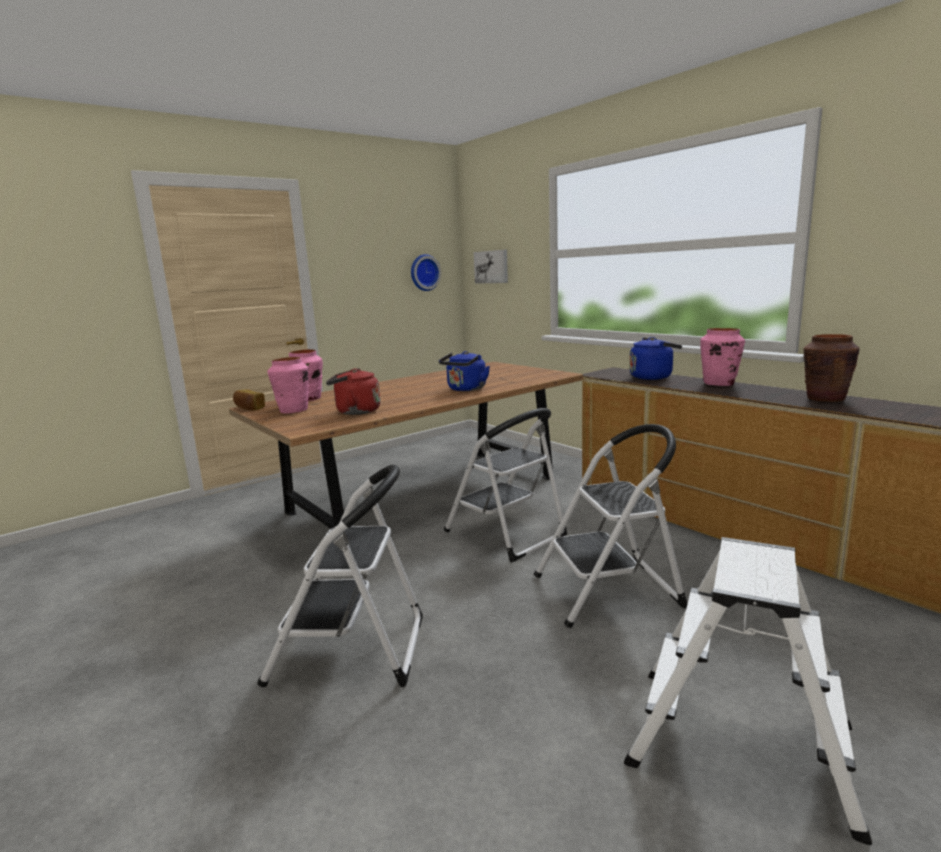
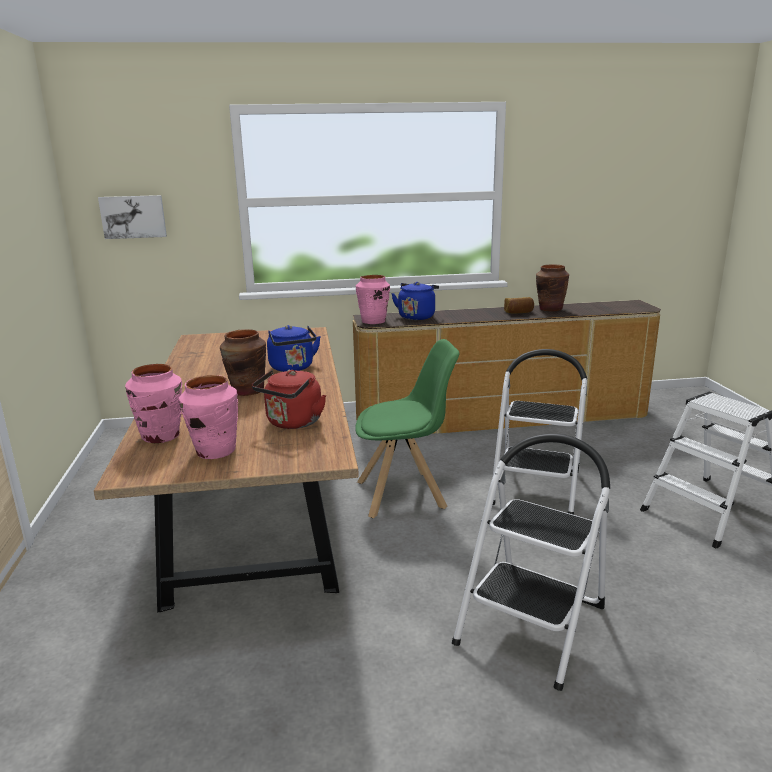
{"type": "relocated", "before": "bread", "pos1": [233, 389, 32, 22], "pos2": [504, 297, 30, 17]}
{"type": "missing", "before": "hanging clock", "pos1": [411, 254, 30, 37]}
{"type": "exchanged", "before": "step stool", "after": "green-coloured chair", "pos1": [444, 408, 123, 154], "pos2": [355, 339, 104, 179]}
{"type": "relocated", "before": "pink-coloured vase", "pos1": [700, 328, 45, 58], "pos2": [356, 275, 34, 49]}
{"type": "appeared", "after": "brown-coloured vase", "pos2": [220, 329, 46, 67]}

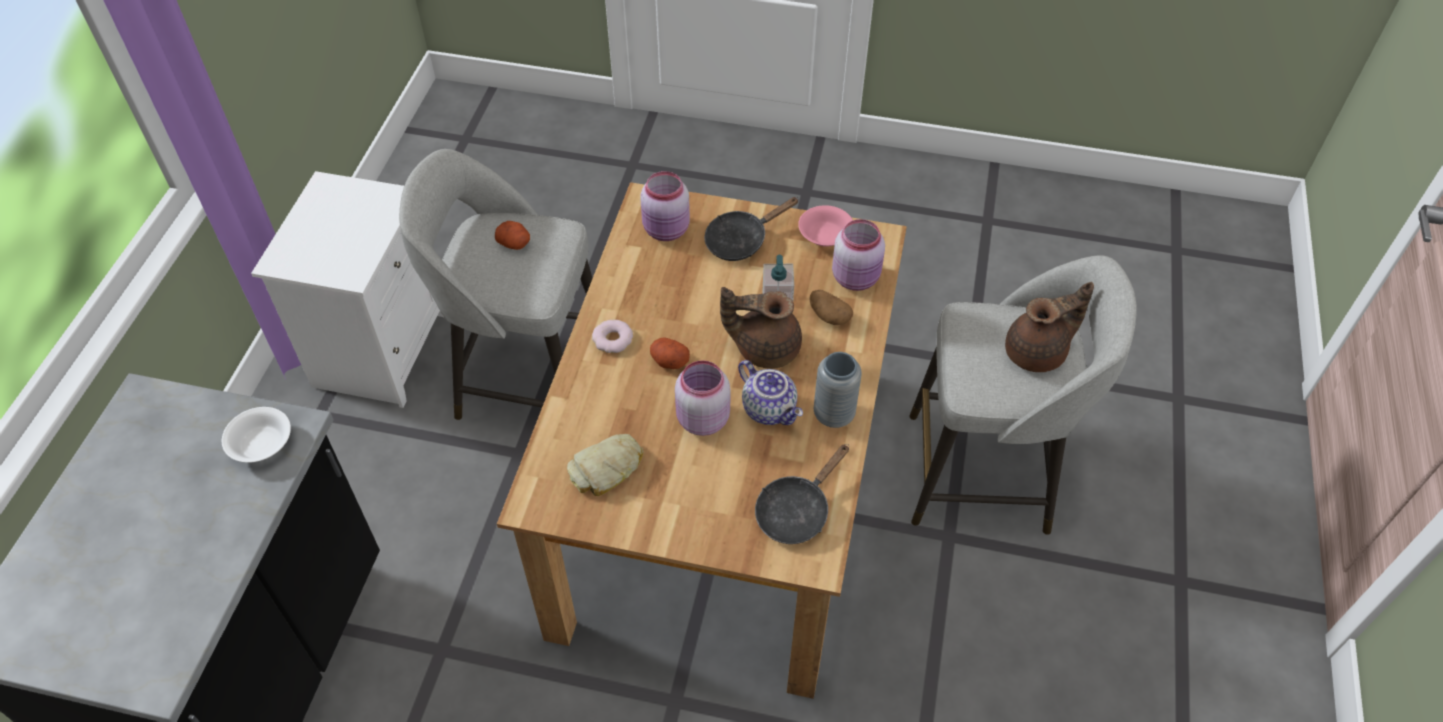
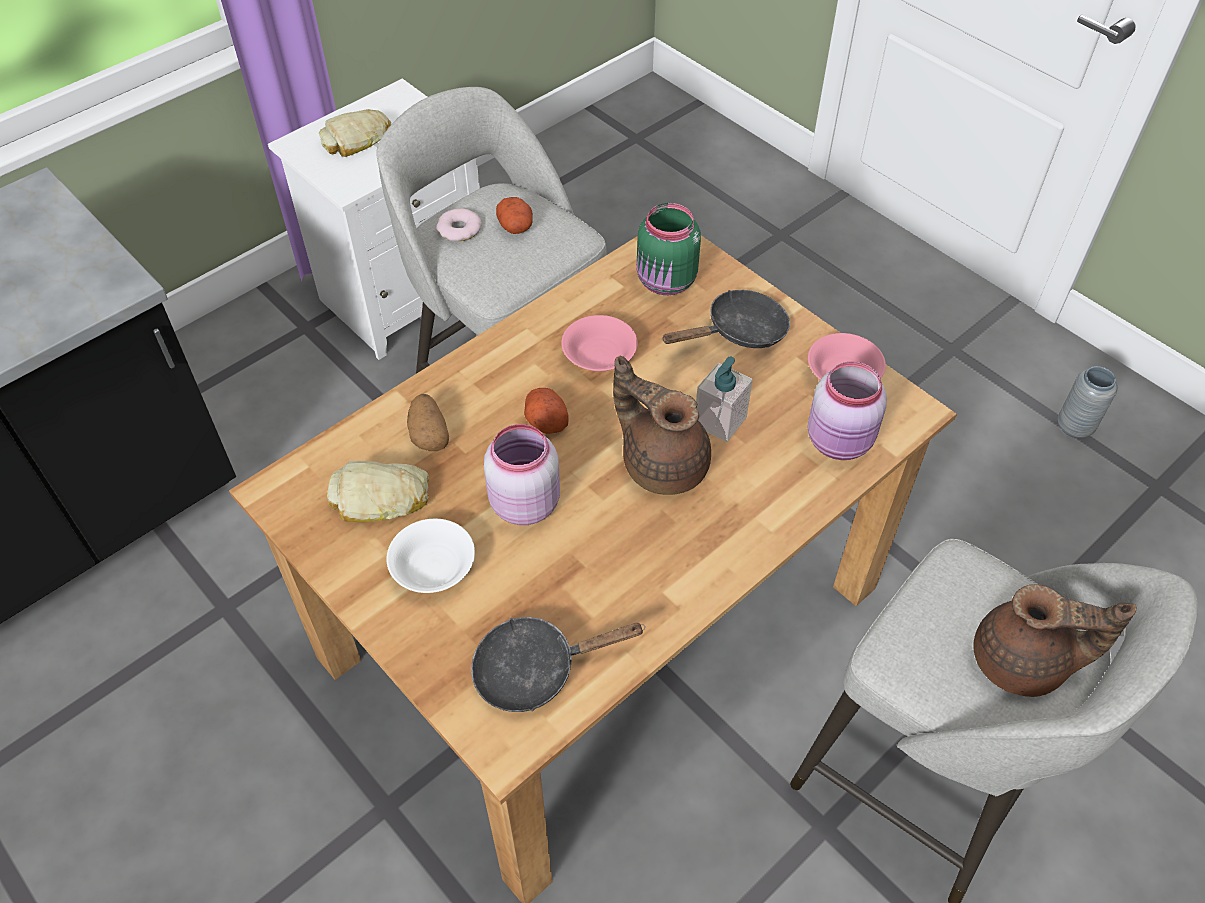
{"type": "relocated", "before": "whitish deep dish", "pos1": [222, 407, 69, 56], "pos2": [386, 519, 89, 74]}
{"type": "relocated", "before": "doughnut", "pos1": [592, 320, 41, 33], "pos2": [436, 208, 46, 33]}
{"type": "colour", "before": "pink-coloured storage jar", "after": "green-coloured storage jar", "pos1": [640, 171, 50, 70], "pos2": [637, 203, 64, 92]}
{"type": "spun", "before": "black-coloured frying pan", "pos1": [704, 197, 95, 64], "pos2": [662, 290, 128, 58], "turn": 150}
{"type": "missing", "before": "tea pot", "pos1": [738, 360, 65, 65]}
{"type": "relocated", "before": "potato", "pos1": [809, 290, 44, 35], "pos2": [407, 394, 42, 57]}
{"type": "relocated", "before": "grey vase", "pos1": [814, 352, 48, 76], "pos2": [1058, 366, 60, 72]}
{"type": "appeared", "after": "bread", "pos2": [319, 109, 72, 48]}
{"type": "appeared", "after": "pink-coloured deep dish", "pos2": [561, 315, 77, 57]}

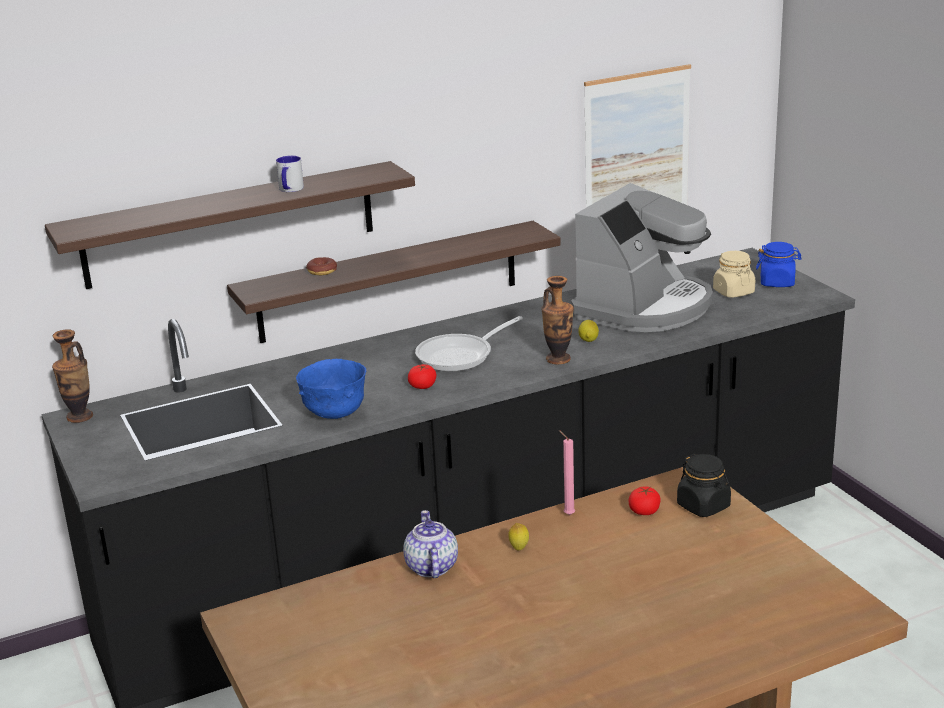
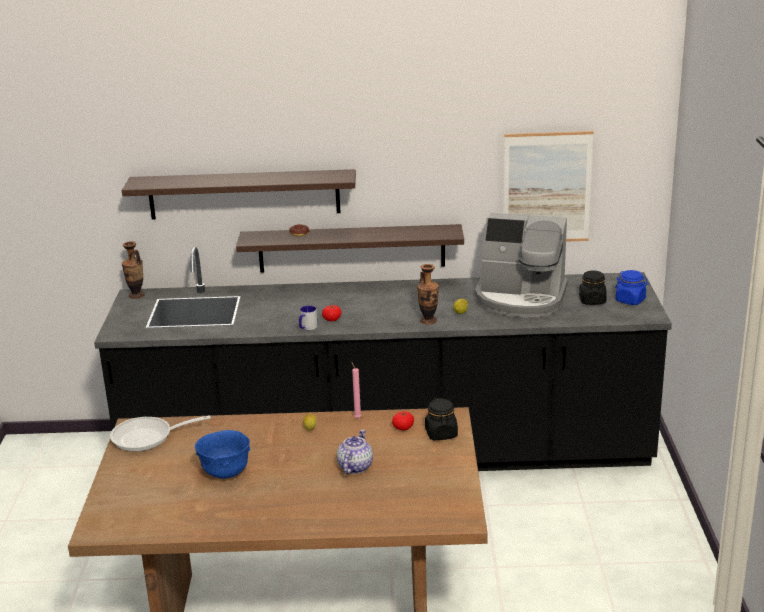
{"type": "relocated", "before": "coffee mug", "pos1": [276, 156, 28, 36], "pos2": [299, 305, 19, 25]}
{"type": "relocated", "before": "bluish deep dish", "pos1": [296, 359, 70, 60], "pos2": [195, 430, 55, 49]}
{"type": "relocated", "before": "tea pot", "pos1": [403, 510, 55, 68], "pos2": [337, 430, 36, 44]}
{"type": "relocated", "before": "frying pan", "pos1": [415, 316, 108, 56], "pos2": [110, 415, 100, 37]}
{"type": "spun", "before": "coffee machine", "pos1": [571, 183, 142, 149], "pos2": [475, 213, 93, 104], "turn": 45}
{"type": "colour", "before": "sand-coloured storage jar", "after": "black-coloured storage jar", "pos1": [713, 251, 42, 47], "pos2": [579, 271, 28, 34]}

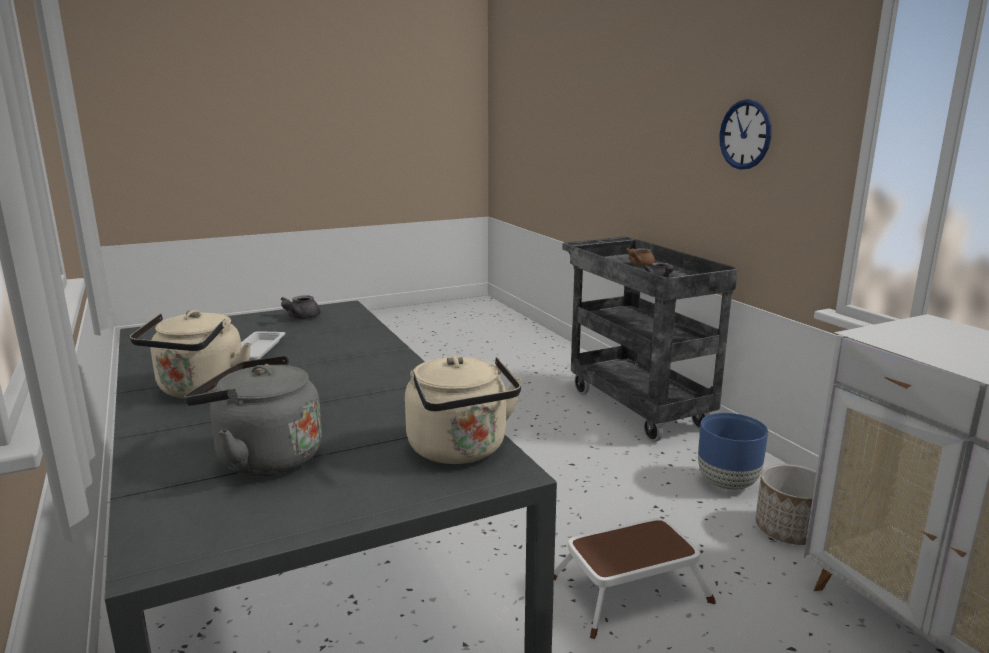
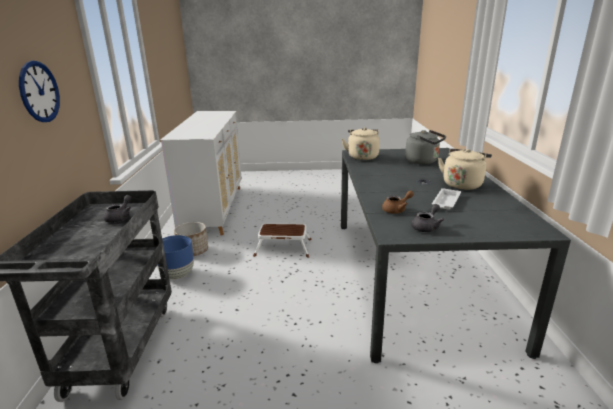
{"type": "relocated", "before": "brown-coloured tea pot", "pos1": [626, 248, 29, 18], "pos2": [382, 191, 32, 23]}

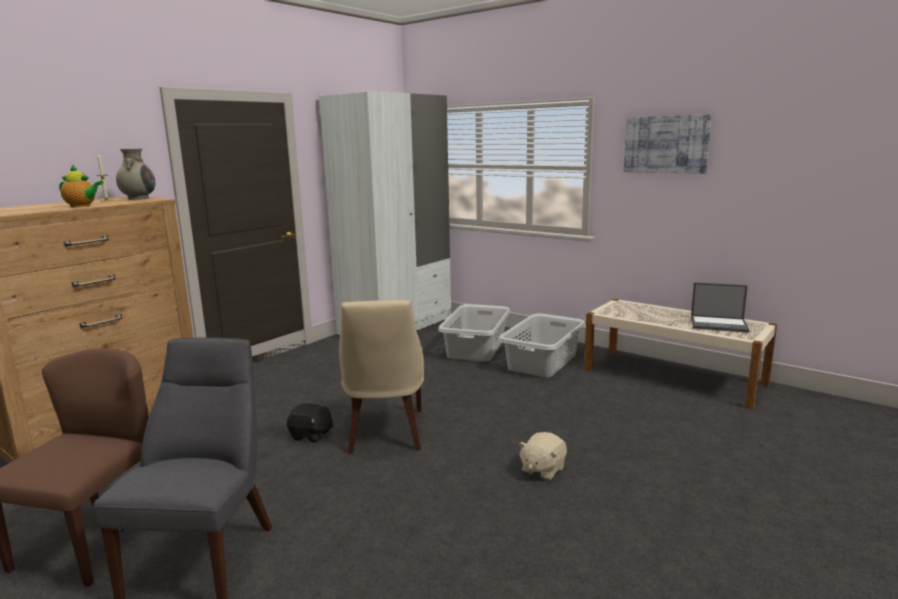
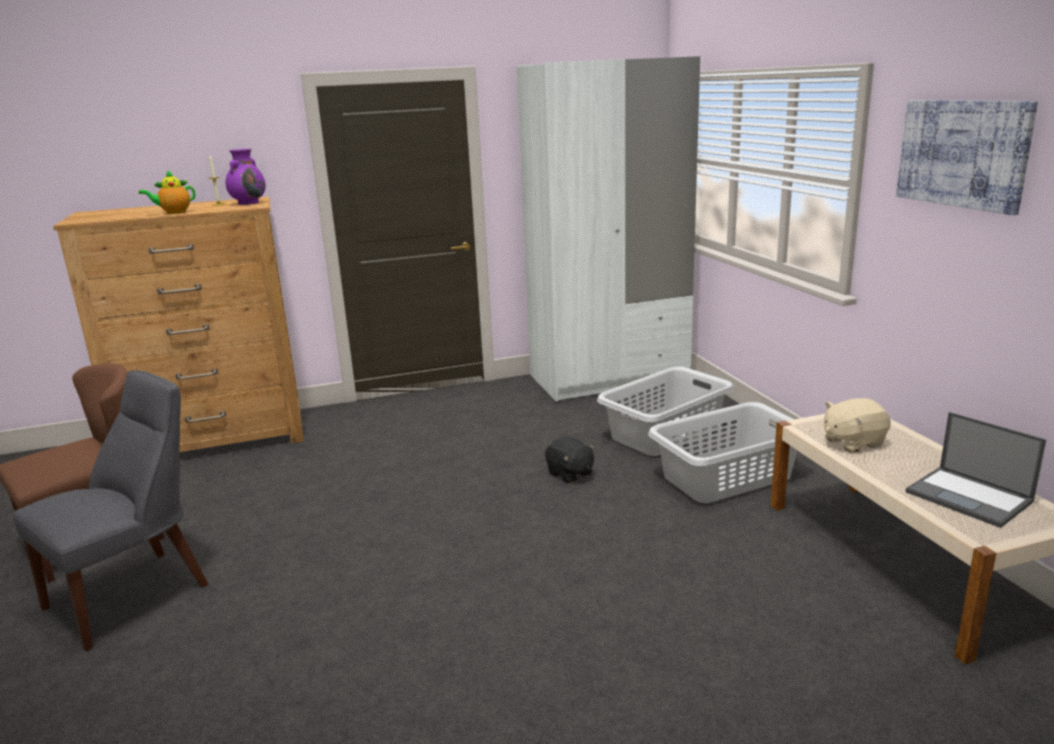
{"type": "spun", "before": "tea pot", "pos1": [59, 164, 45, 43], "pos2": [139, 170, 56, 44], "turn": 105}
{"type": "colour", "before": "sand-coloured vase", "after": "purplish vase", "pos1": [116, 149, 40, 51], "pos2": [226, 149, 40, 56]}
{"type": "relocated", "before": "black-coloured soft toy", "pos1": [287, 403, 46, 40], "pos2": [545, 437, 50, 46]}
{"type": "missing", "before": "sand-coloured chair", "pos1": [339, 300, 85, 154]}
{"type": "relocated", "before": "sand-coloured soft toy", "pos1": [518, 432, 49, 49], "pos2": [824, 398, 67, 55]}

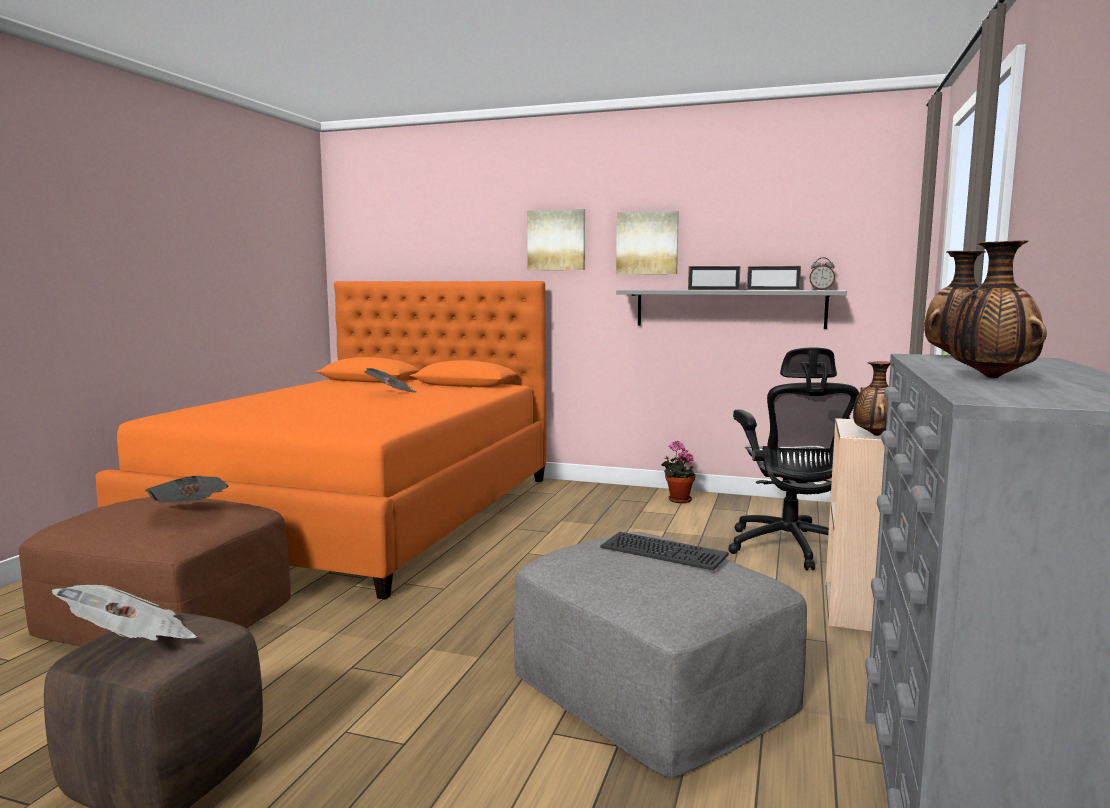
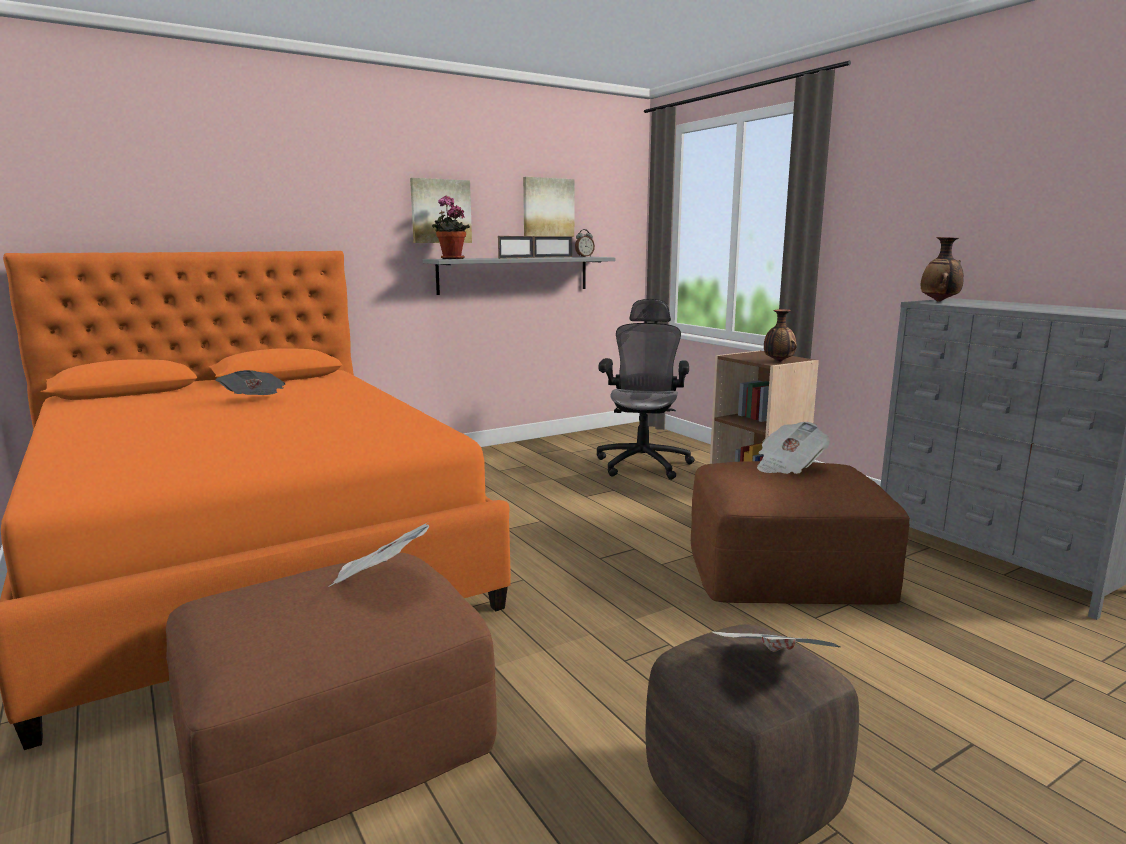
{"type": "colour", "before": "grey pouffe", "after": "brown-coloured pouffe", "pos1": [514, 532, 293, 246], "pos2": [691, 461, 219, 144]}
{"type": "relocated", "before": "wall picture", "pos1": [527, 209, 58, 61], "pos2": [523, 177, 52, 60]}
{"type": "exchanged", "before": "PC keyboard", "after": "daily paper", "pos1": [600, 532, 129, 39], "pos2": [757, 422, 73, 52]}
{"type": "relocated", "before": "plant in a pot", "pos1": [661, 441, 35, 62], "pos2": [432, 195, 38, 64]}
{"type": "spun", "before": "office chair", "pos1": [728, 347, 131, 223], "pos2": [597, 299, 98, 181], "turn": -120}
{"type": "missing", "before": "vase", "pos1": [949, 240, 98, 138]}

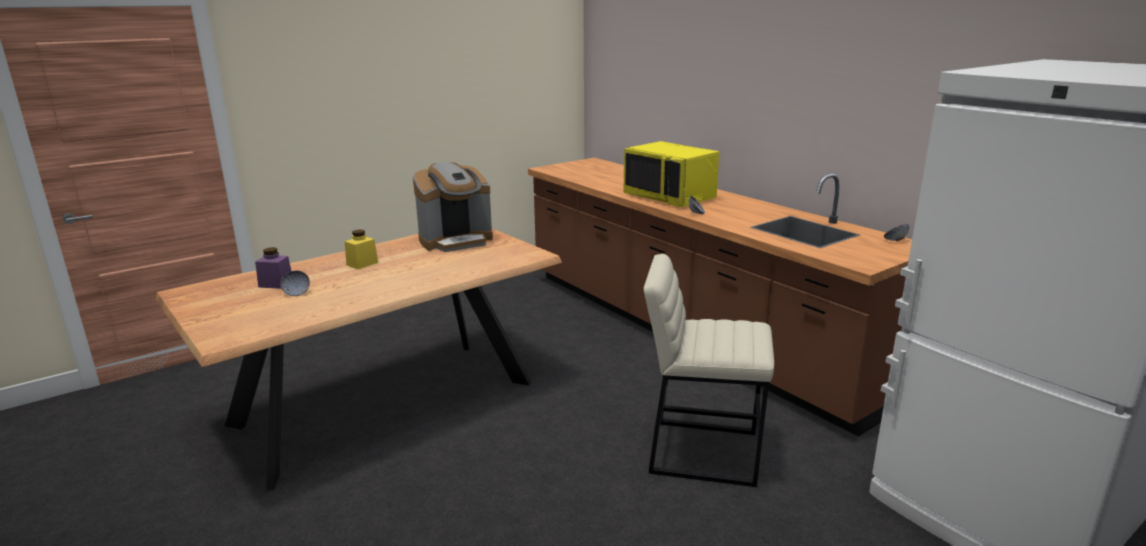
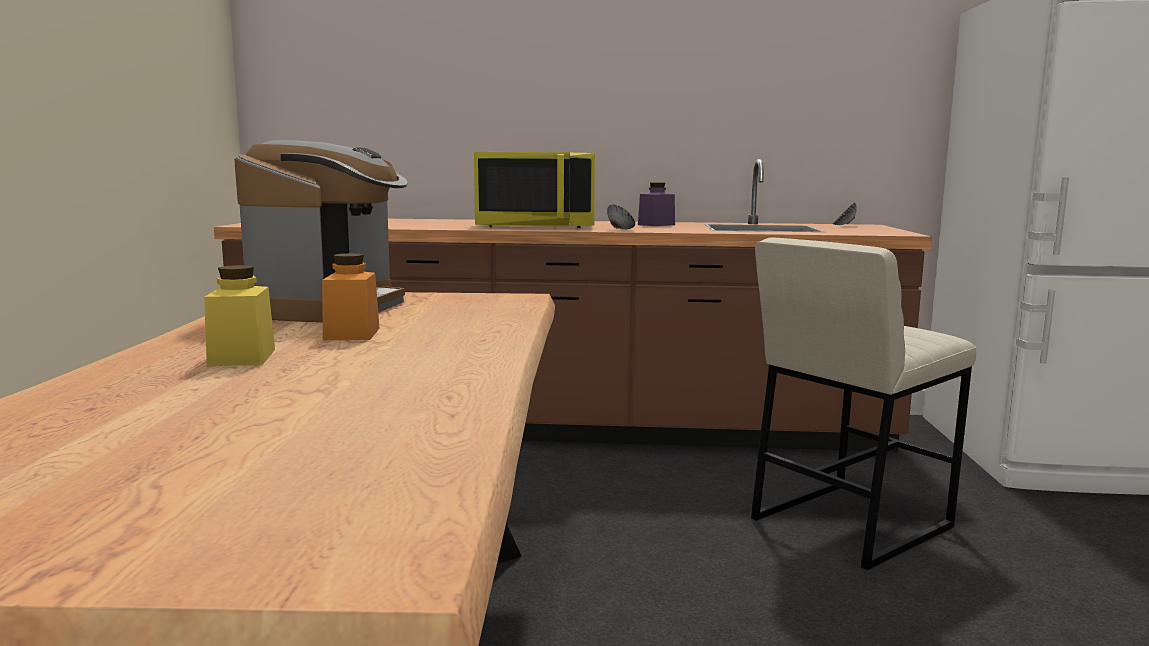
{"type": "relocated", "before": "purplish storage jar", "pos1": [255, 247, 36, 42], "pos2": [638, 183, 37, 43]}
{"type": "missing", "before": "deep dish", "pos1": [280, 271, 30, 25]}
{"type": "appeared", "after": "orangey storage jar", "pos2": [322, 253, 58, 87]}

